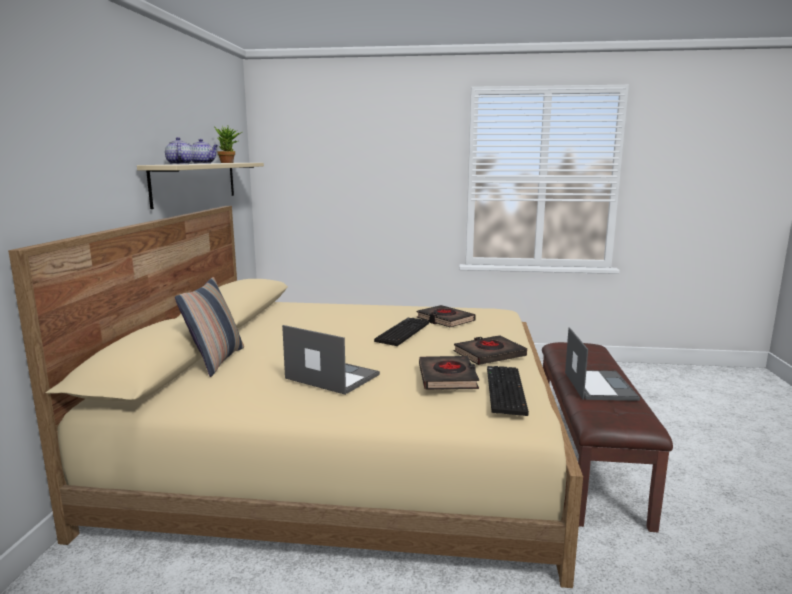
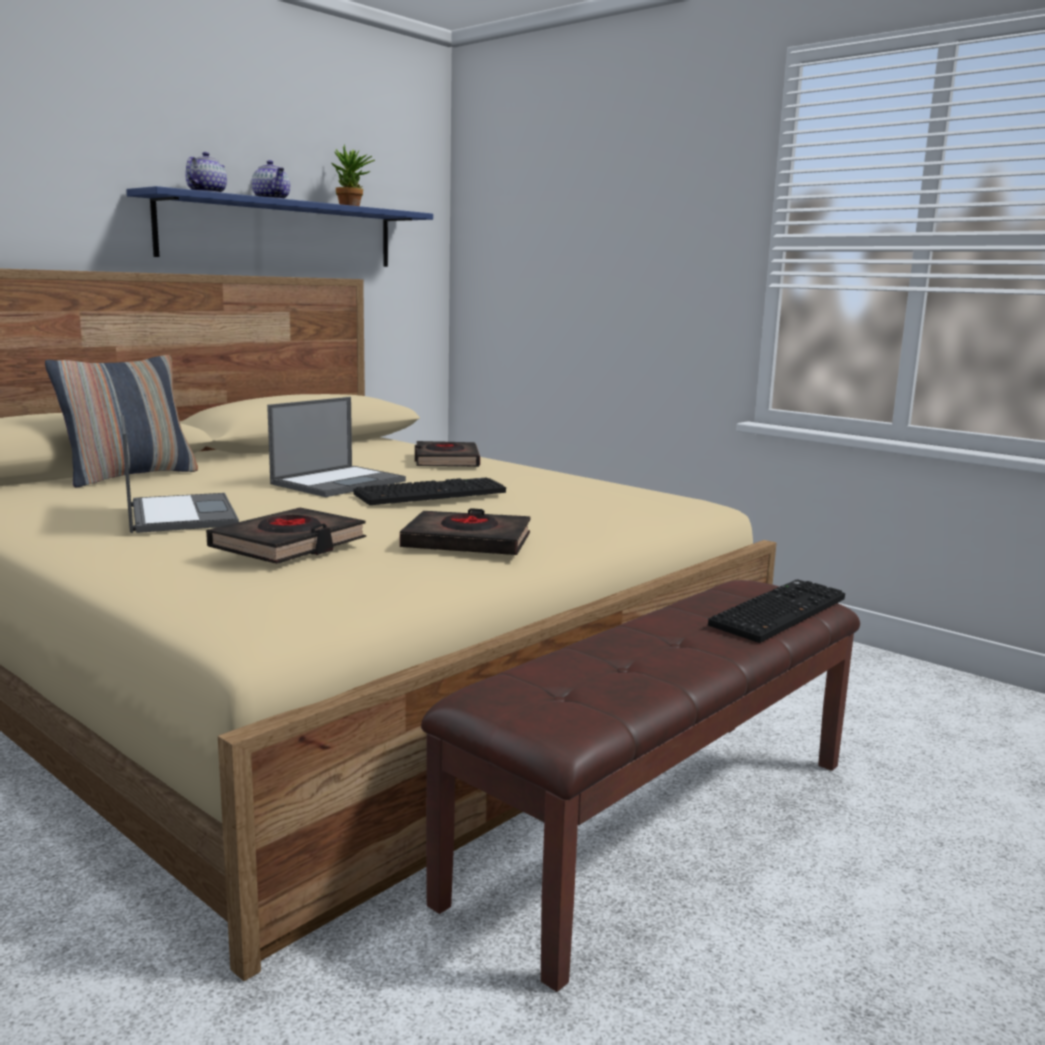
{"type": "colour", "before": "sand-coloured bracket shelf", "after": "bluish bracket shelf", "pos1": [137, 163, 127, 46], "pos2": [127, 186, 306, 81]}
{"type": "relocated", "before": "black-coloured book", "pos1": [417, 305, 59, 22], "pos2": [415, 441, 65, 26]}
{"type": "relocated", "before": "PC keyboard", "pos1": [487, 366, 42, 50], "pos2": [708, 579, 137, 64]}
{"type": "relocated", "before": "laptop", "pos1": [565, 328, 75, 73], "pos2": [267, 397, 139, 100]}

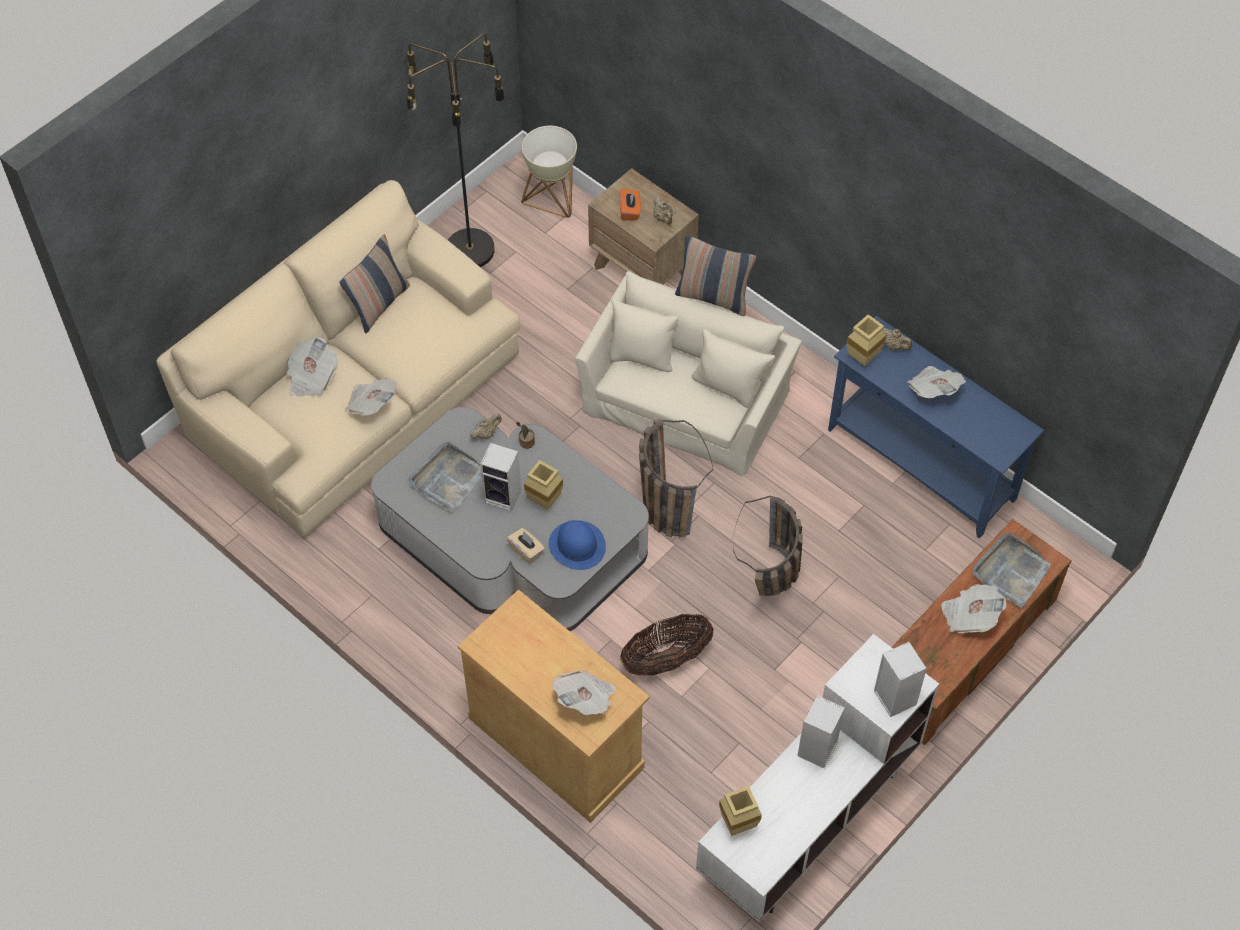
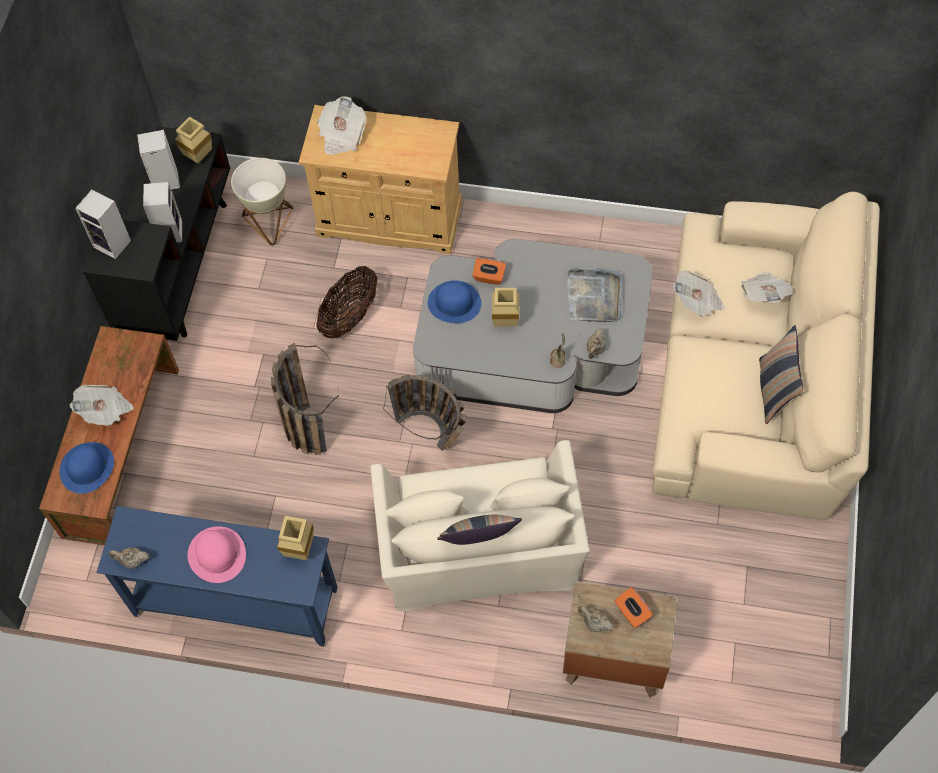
{"type": "missing", "before": "standing lamp", "pos1": [407, 34, 98, 233]}
{"type": "relocated", "before": "loudspeaker", "pos1": [480, 443, 41, 68], "pos2": [137, 130, 43, 60]}
{"type": "colour", "before": "sand-coloured box of tissues", "after": "orangey box of tissues", "pos1": [507, 528, 38, 36], "pos2": [472, 258, 34, 27]}
{"type": "relocated", "before": "flower pot", "pos1": [521, 126, 56, 92], "pos2": [231, 158, 62, 87]}
{"type": "colour", "before": "whitish tv stand", "after": "black-coloured tv stand", "pos1": [696, 634, 243, 288], "pos2": [83, 126, 147, 215]}
{"type": "relocated", "before": "sand-coloured tea pot", "pos1": [882, 328, 30, 22], "pos2": [109, 548, 40, 21]}
{"type": "exchanged", "before": "daily paper", "after": "pink-coloured wearable hat", "pos1": [907, 366, 59, 32], "pos2": [188, 526, 58, 57]}
{"type": "exchanged", "before": "grey serving tray", "after": "bluish wearable hat", "pos1": [973, 533, 78, 75], "pos2": [60, 442, 54, 52]}

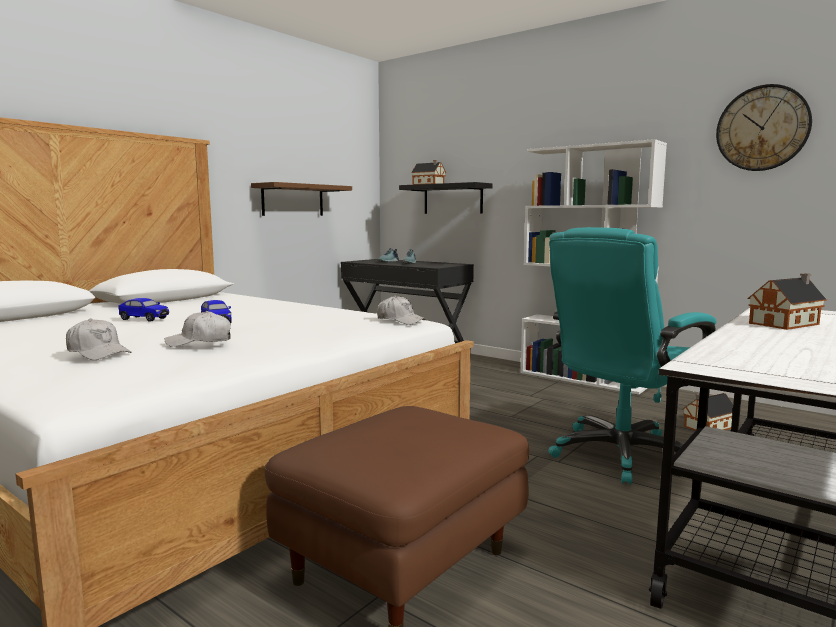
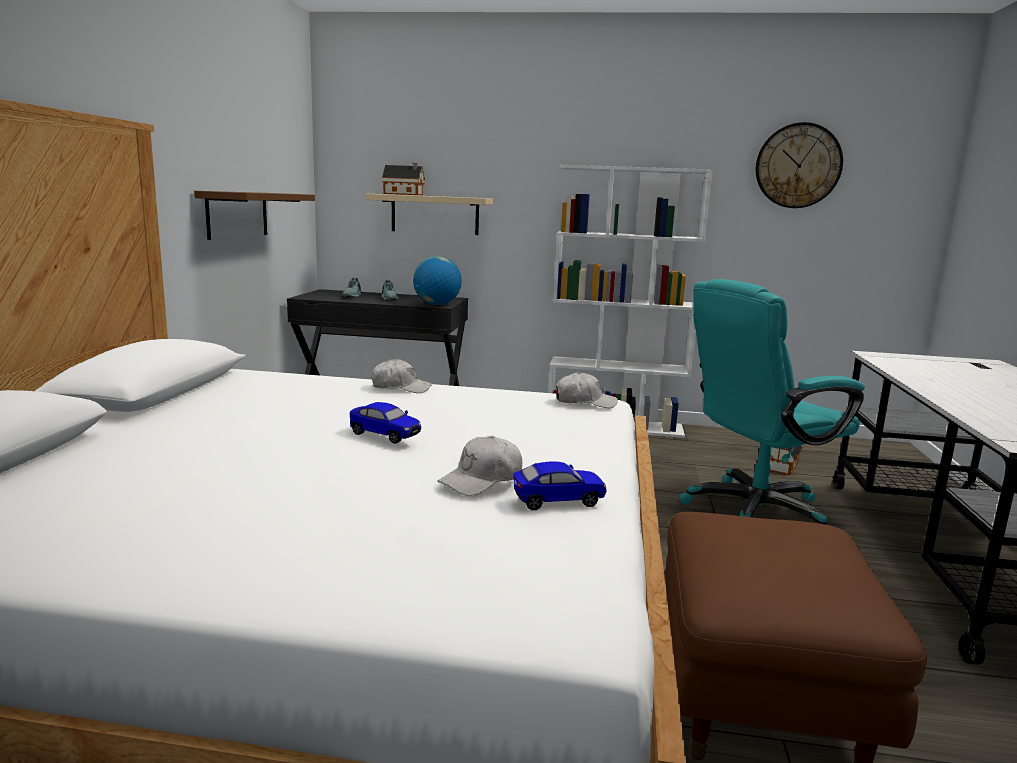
{"type": "relocated", "before": "whitish baseball cap", "pos1": [66, 318, 66, 42], "pos2": [372, 359, 60, 34]}
{"type": "relocated", "before": "model car", "pos1": [118, 298, 51, 24], "pos2": [514, 461, 93, 49]}
{"type": "colour", "before": "black-coloured bracket shelf", "after": "sand-coloured bracket shelf", "pos1": [399, 182, 94, 32], "pos2": [366, 194, 127, 41]}
{"type": "spun", "before": "turquoise-coloured office chair", "pos1": [548, 227, 168, 258], "pos2": [679, 279, 186, 246], "turn": 45}
{"type": "missing", "before": "miniature house", "pos1": [747, 273, 80, 57]}
{"type": "appeared", "after": "world globe", "pos2": [413, 256, 49, 49]}

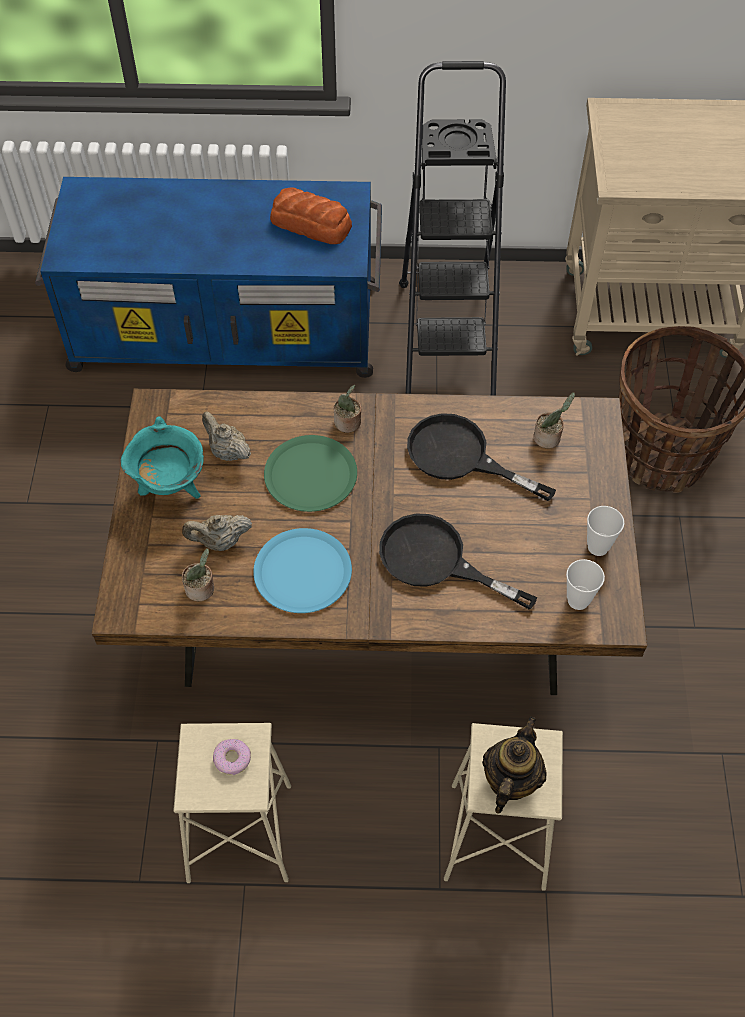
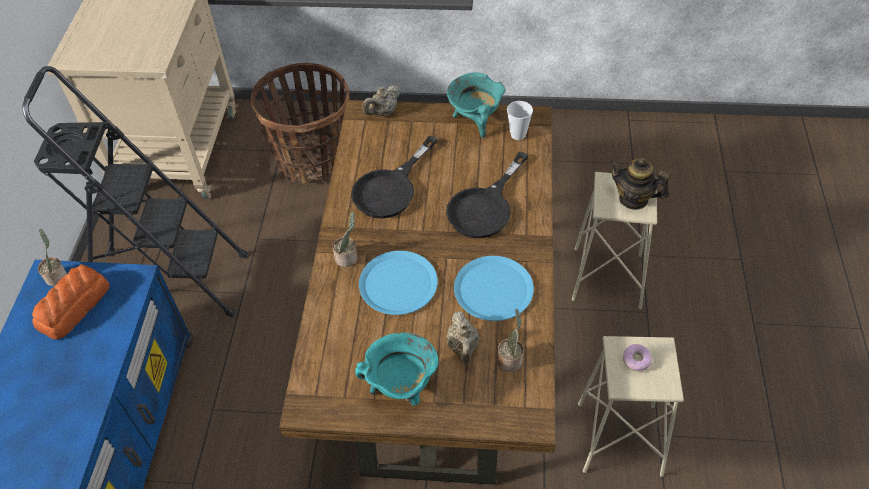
{"type": "relocated", "before": "sand-coloured tea pot", "pos1": [202, 411, 49, 50], "pos2": [362, 86, 39, 30]}
{"type": "colour", "before": "green-coloured flat dish", "after": "bluish flat dish", "pos1": [264, 435, 93, 77], "pos2": [359, 251, 79, 64]}
{"type": "relocated", "before": "plant in a pot", "pos1": [533, 392, 42, 56], "pos2": [38, 229, 29, 57]}
{"type": "exchanged", "before": "drinking cup", "after": "turquoise-coloured saucepot", "pos1": [587, 506, 37, 50], "pos2": [447, 72, 59, 66]}

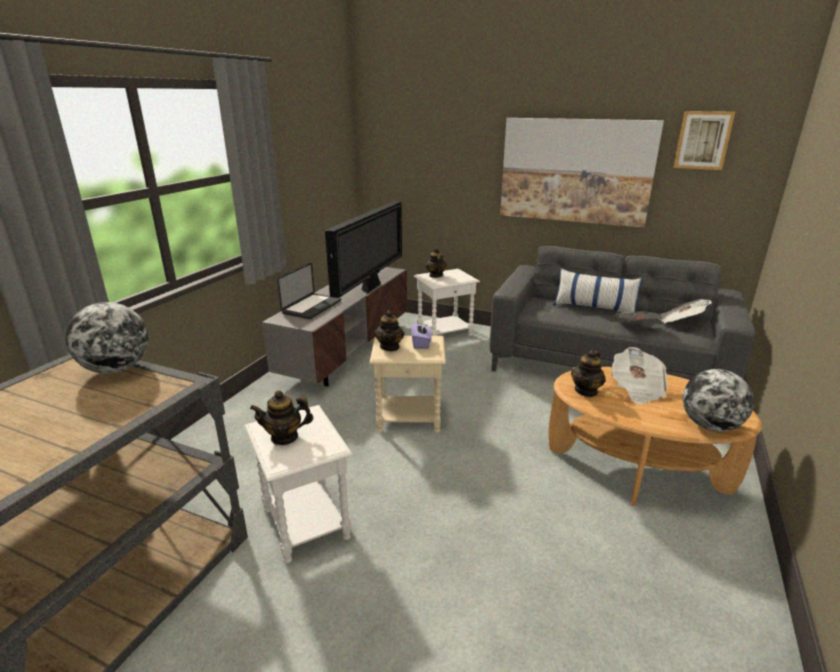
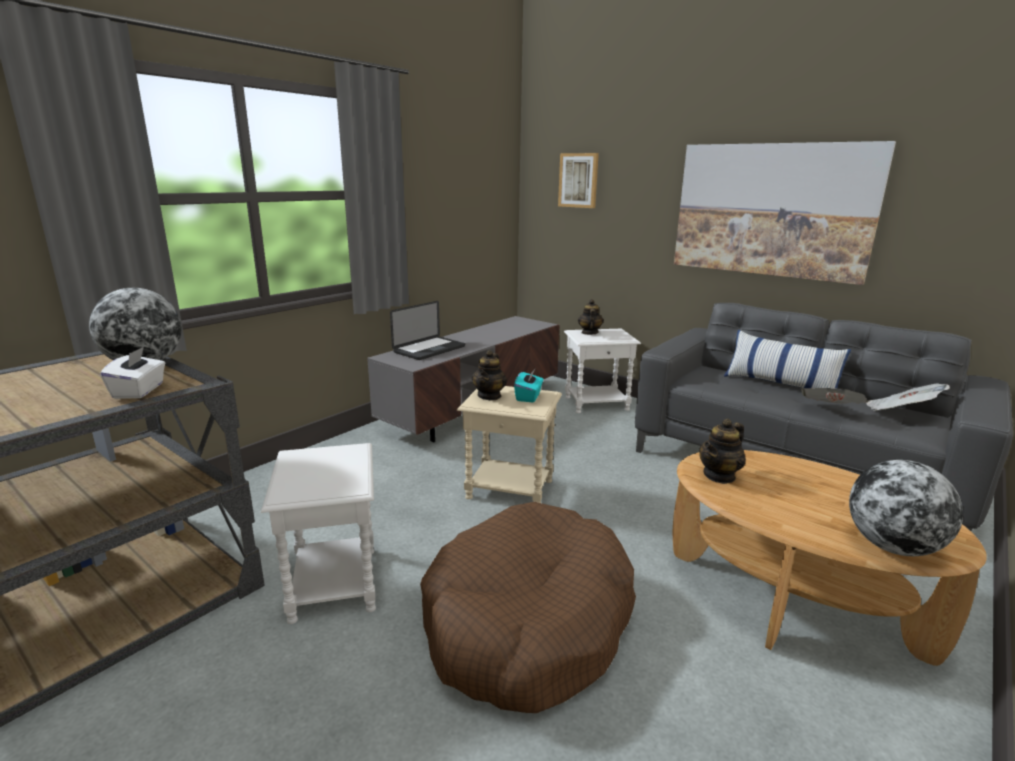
{"type": "missing", "before": "tea pot", "pos1": [250, 390, 63, 55]}
{"type": "missing", "before": "television", "pos1": [325, 201, 77, 97]}
{"type": "colour", "before": "purplish box of tissues", "after": "turquoise-coloured box of tissues", "pos1": [411, 321, 21, 28], "pos2": [514, 369, 29, 34]}
{"type": "missing", "before": "daily paper", "pos1": [611, 347, 57, 57]}
{"type": "relocated", "before": "wall picture", "pos1": [674, 111, 61, 59], "pos2": [558, 153, 41, 55]}
{"type": "appeared", "after": "whitish box of tissues", "pos2": [100, 347, 65, 52]}
{"type": "appeared", "after": "brown-coloured dog bed", "pos2": [420, 502, 216, 211]}

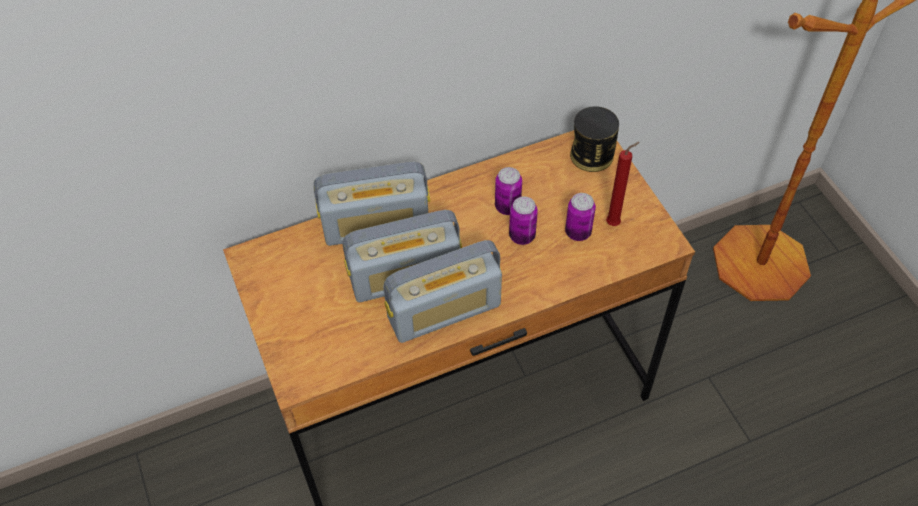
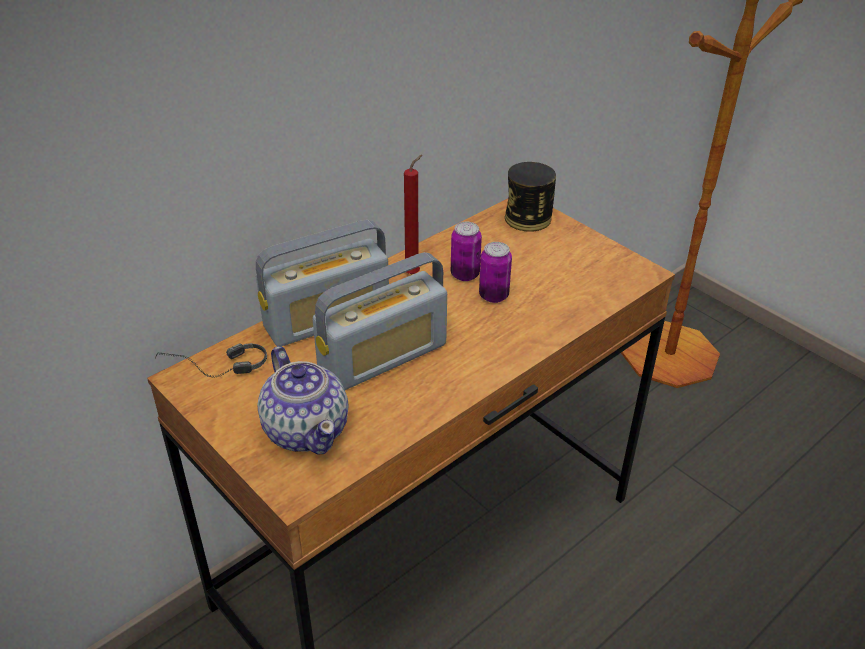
{"type": "missing", "before": "radio set", "pos1": [383, 240, 119, 103]}
{"type": "missing", "before": "sealed can", "pos1": [565, 193, 31, 48]}
{"type": "relocated", "before": "red wax candle", "pos1": [606, 142, 34, 84], "pos2": [404, 155, 18, 119]}
{"type": "appeared", "after": "headset", "pos2": [155, 343, 112, 34]}
{"type": "appeared", "after": "tea pot", "pos2": [257, 346, 92, 109]}

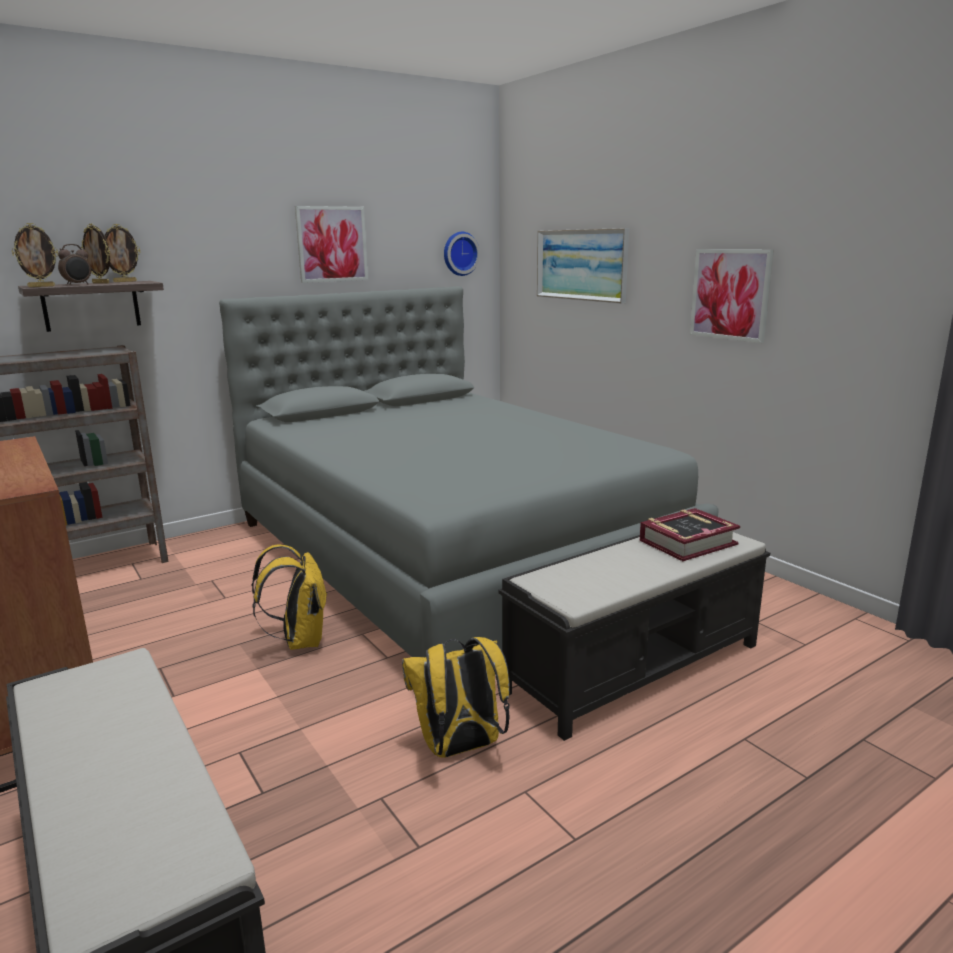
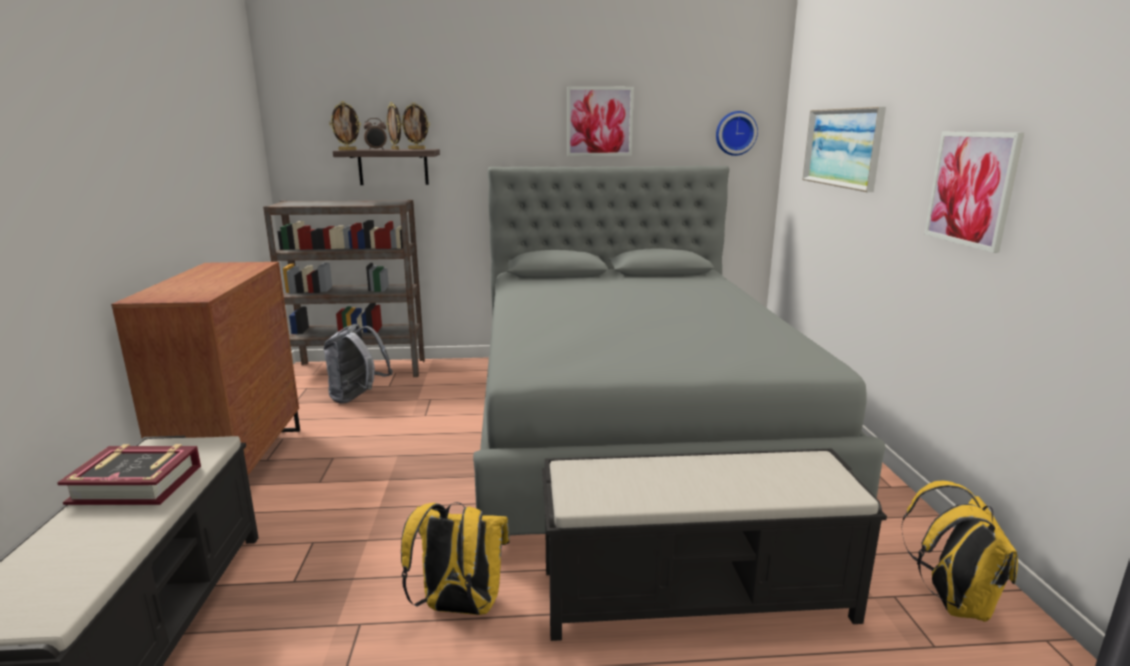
{"type": "relocated", "before": "yellow rucksack", "pos1": [252, 544, 74, 106], "pos2": [901, 481, 117, 141]}
{"type": "relocated", "before": "book", "pos1": [640, 508, 100, 53], "pos2": [57, 444, 144, 61]}
{"type": "appeared", "after": "grey rucksack", "pos2": [324, 324, 69, 80]}

